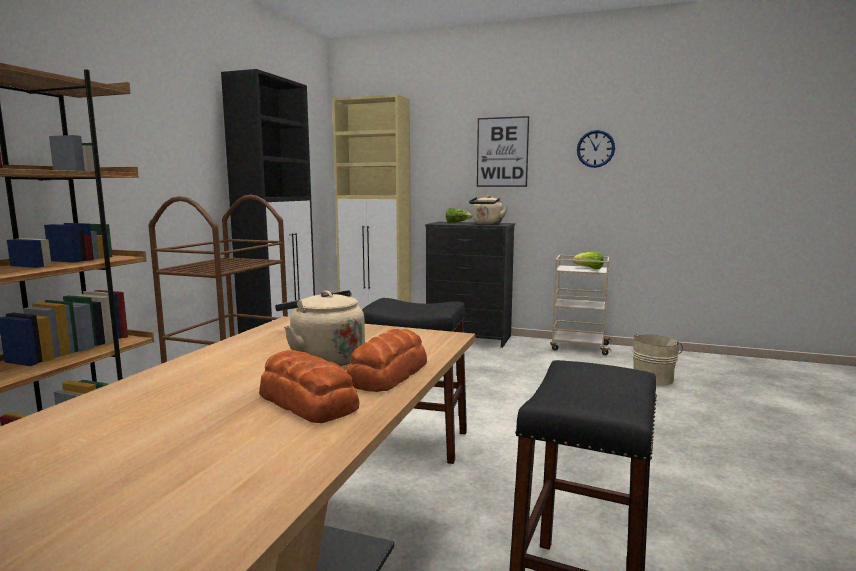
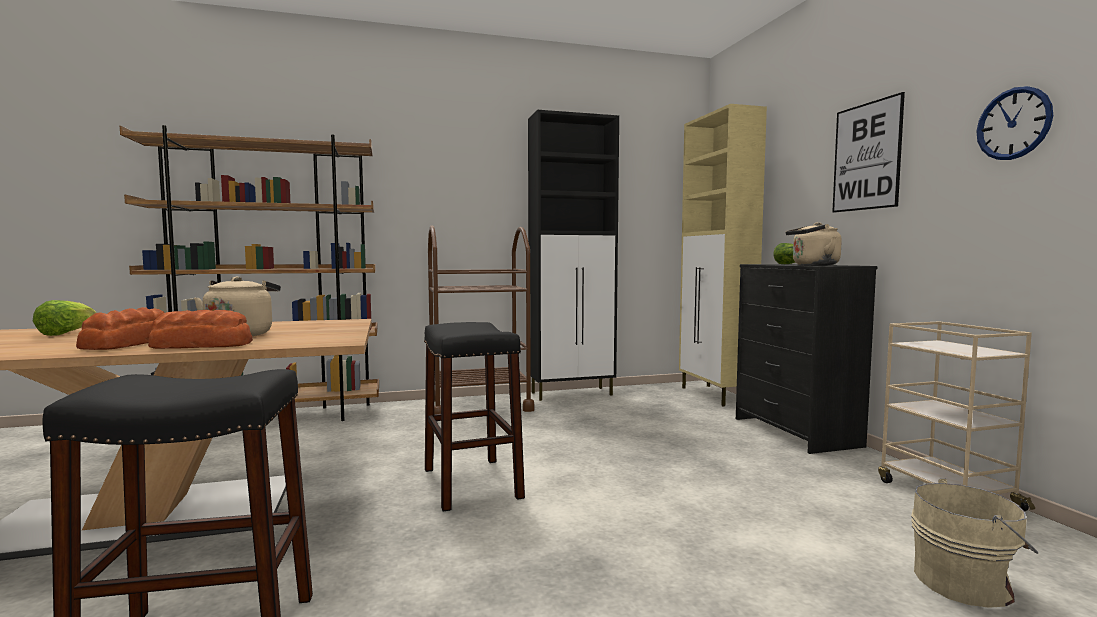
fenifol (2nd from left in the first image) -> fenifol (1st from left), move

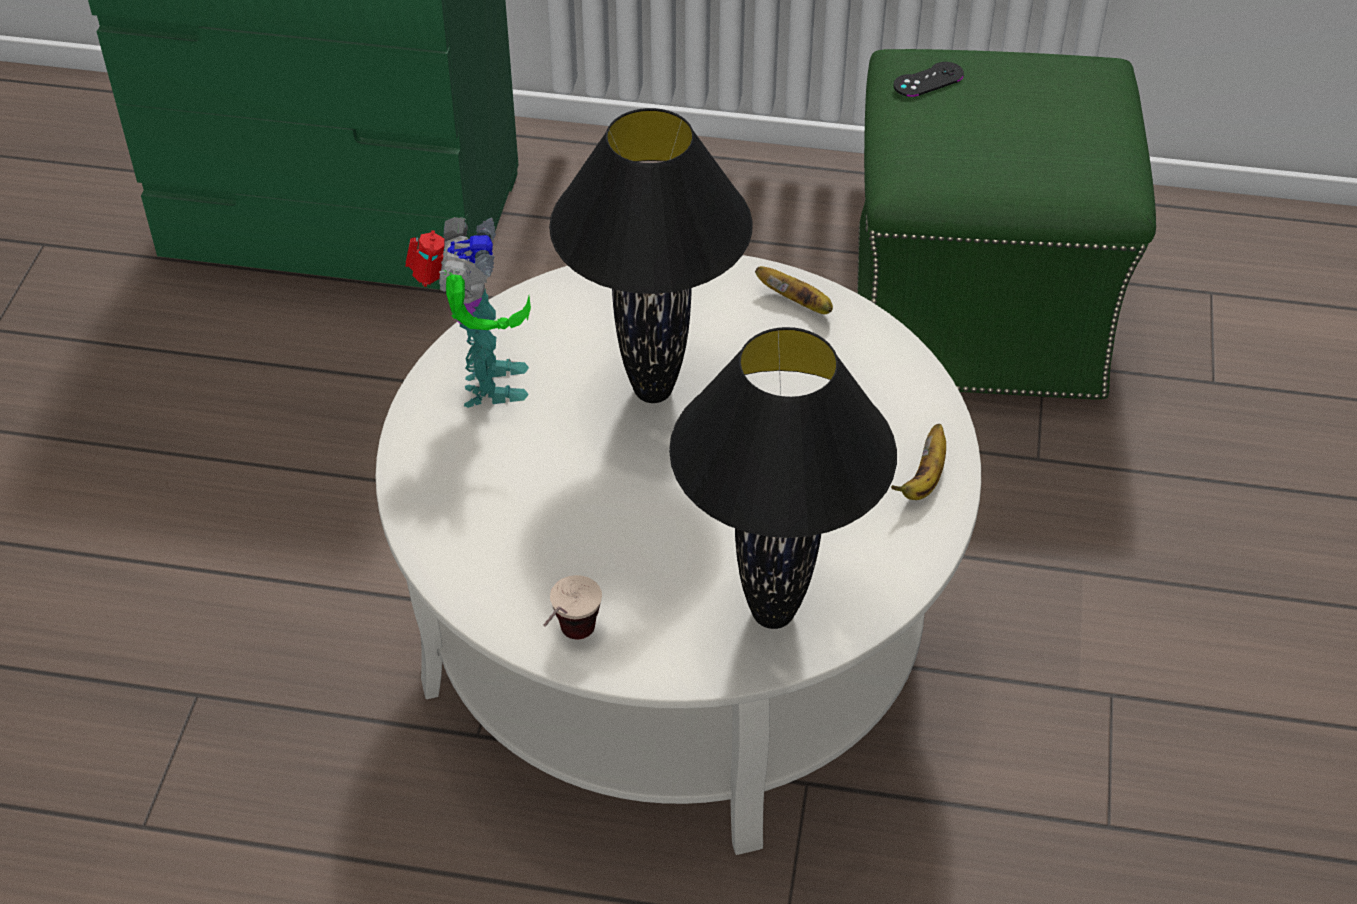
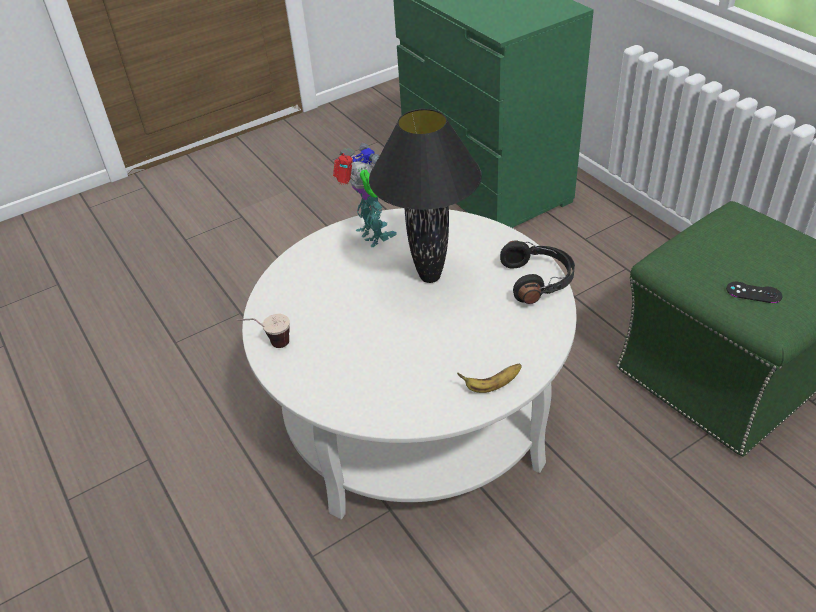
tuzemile, 75 degrees counterclockwise
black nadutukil (2nd from left) -> none
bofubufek (1st from left) -> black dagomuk
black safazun, move

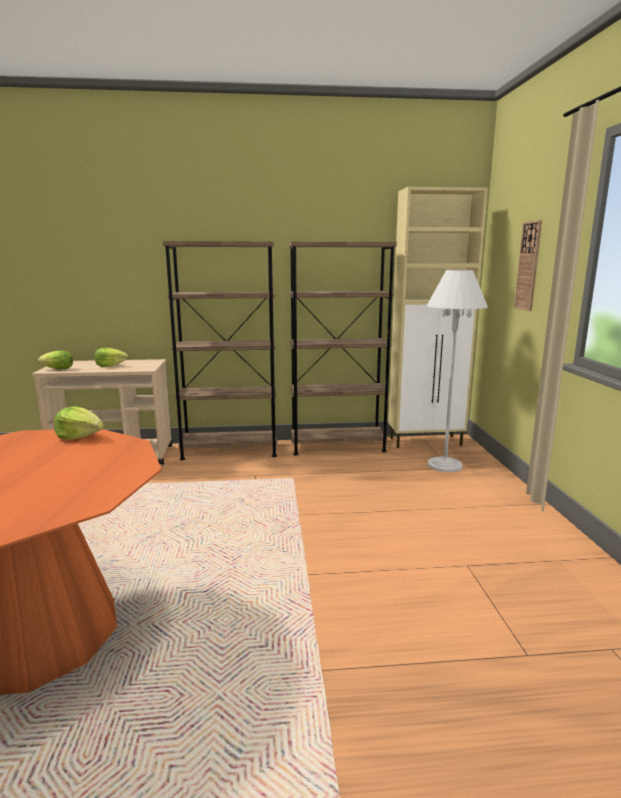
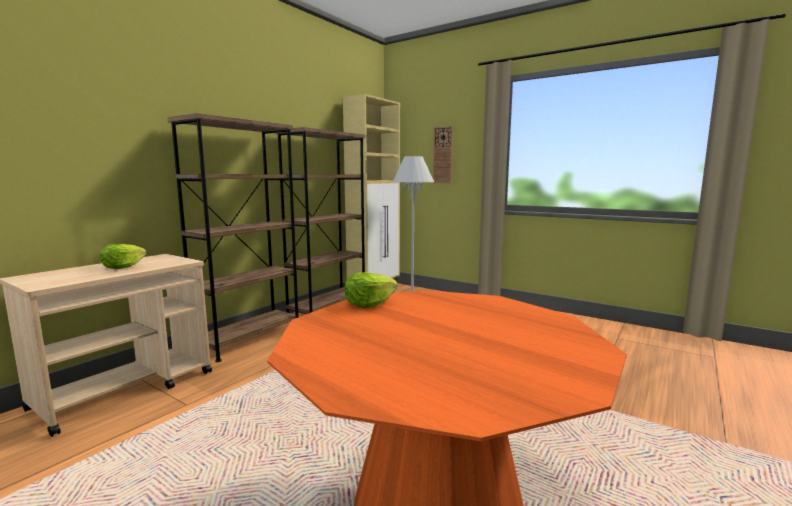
fenifol (1st from left) -> none

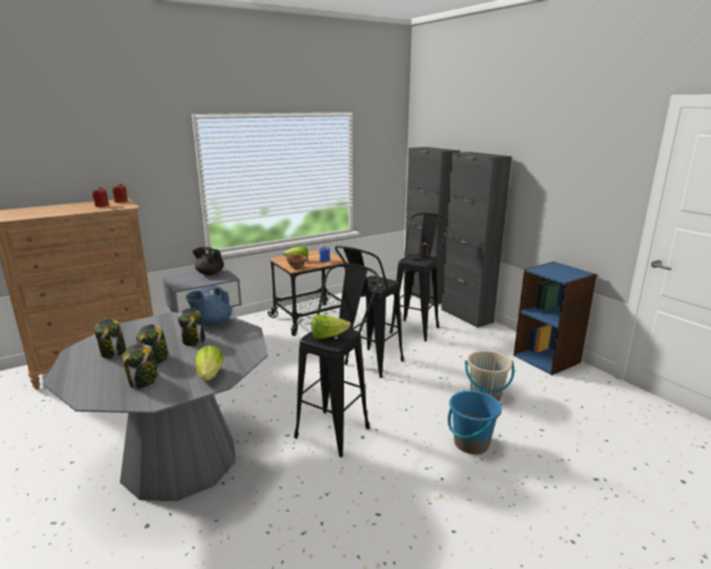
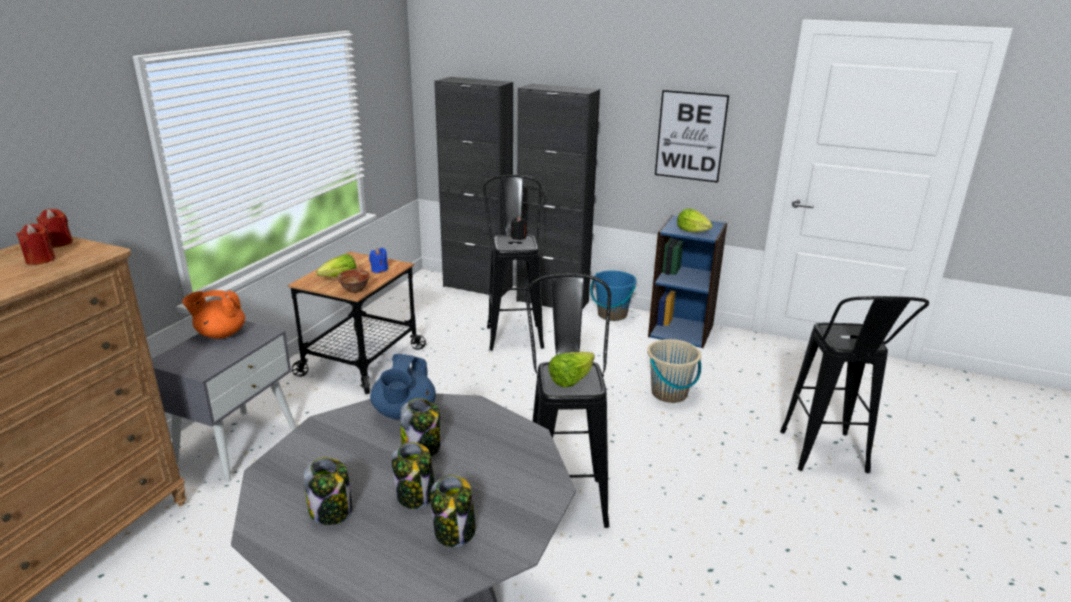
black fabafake -> orange fabafake
fenifol (1st from left in the first image) -> fenifol (3rd from left), move
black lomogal (2nd from left in the first image) -> black lomogal (3rd from left), move
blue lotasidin, move
none -> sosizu

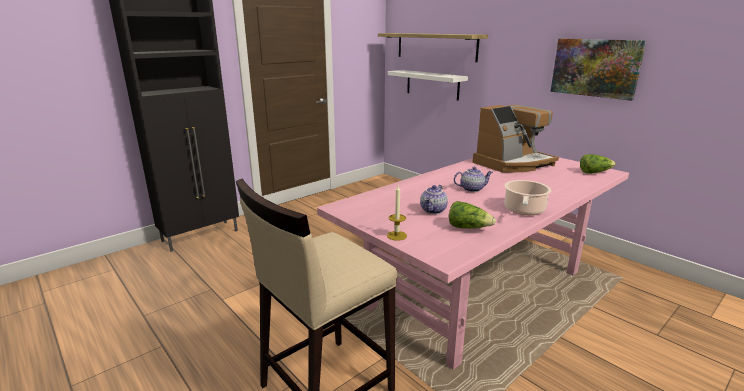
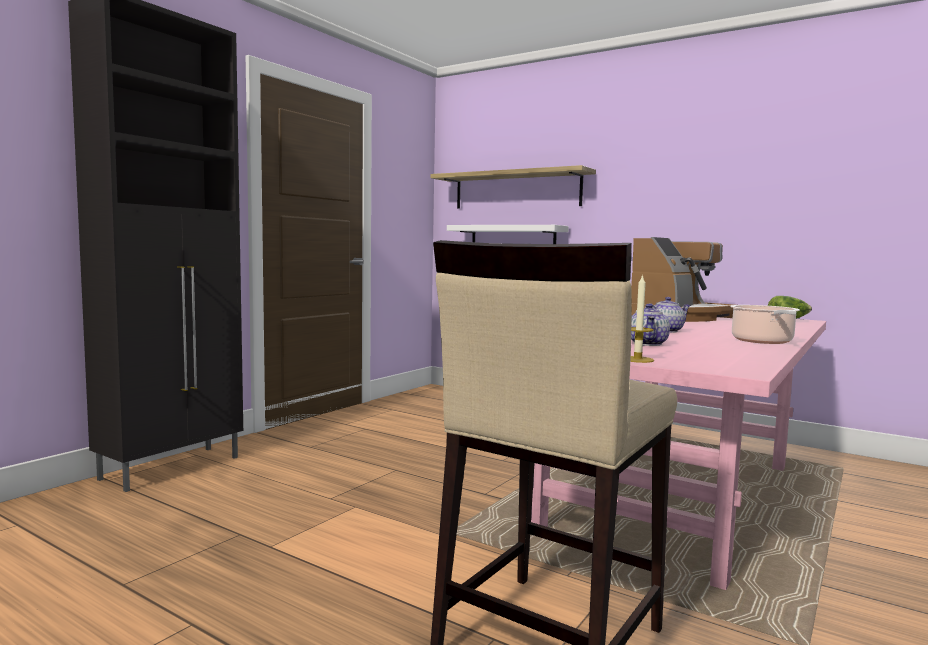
fenifol (1st from left) -> none
sosizu -> none

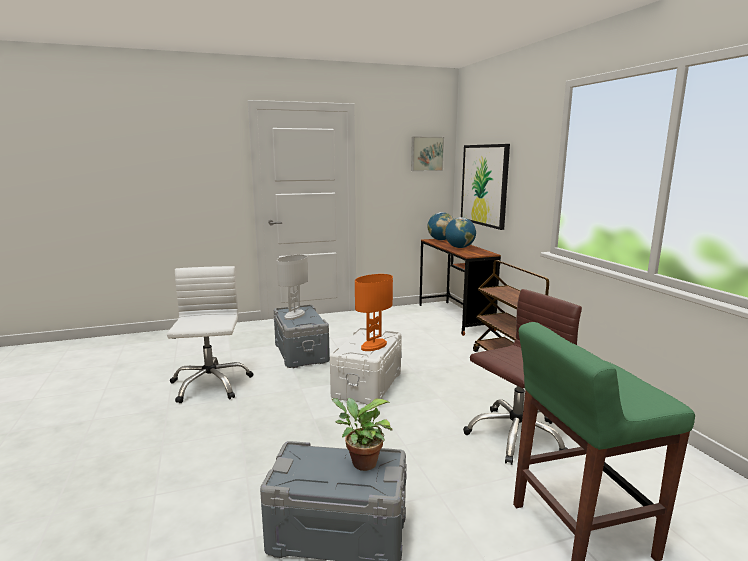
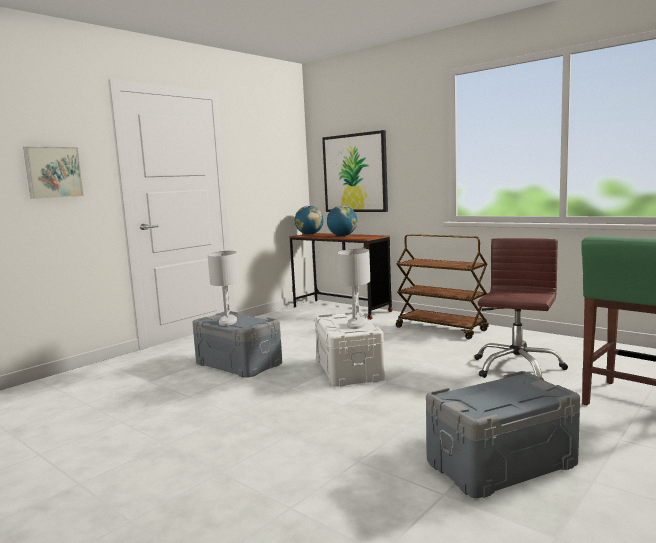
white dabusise -> none
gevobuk -> none
orange nadutukil -> white nadutukil (2nd from left)
sosizu (1st from left), move

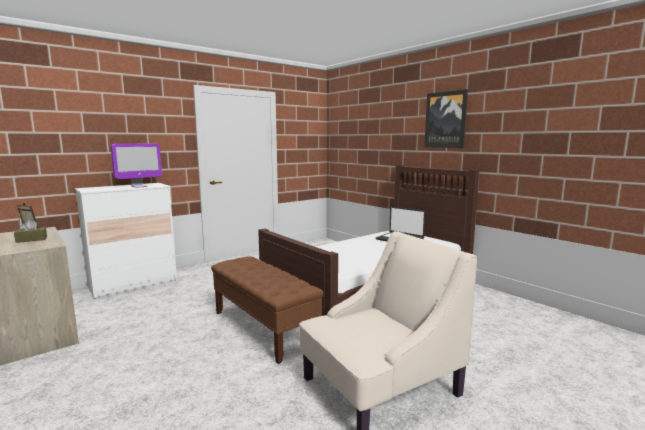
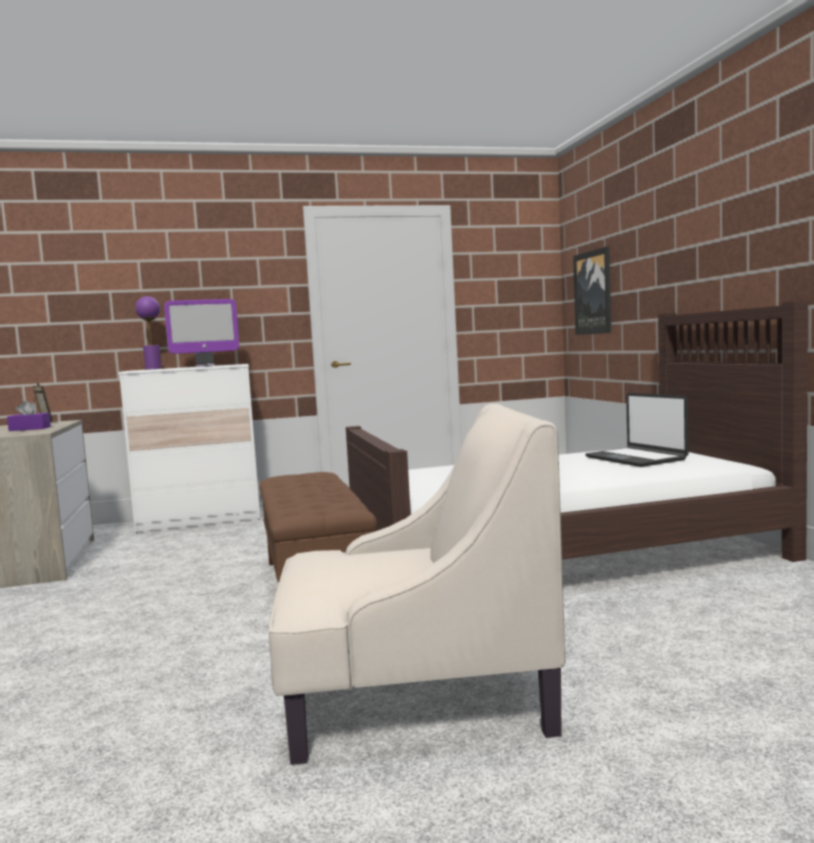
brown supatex -> purple supatex
sosizu, move
none -> purple nadutukil

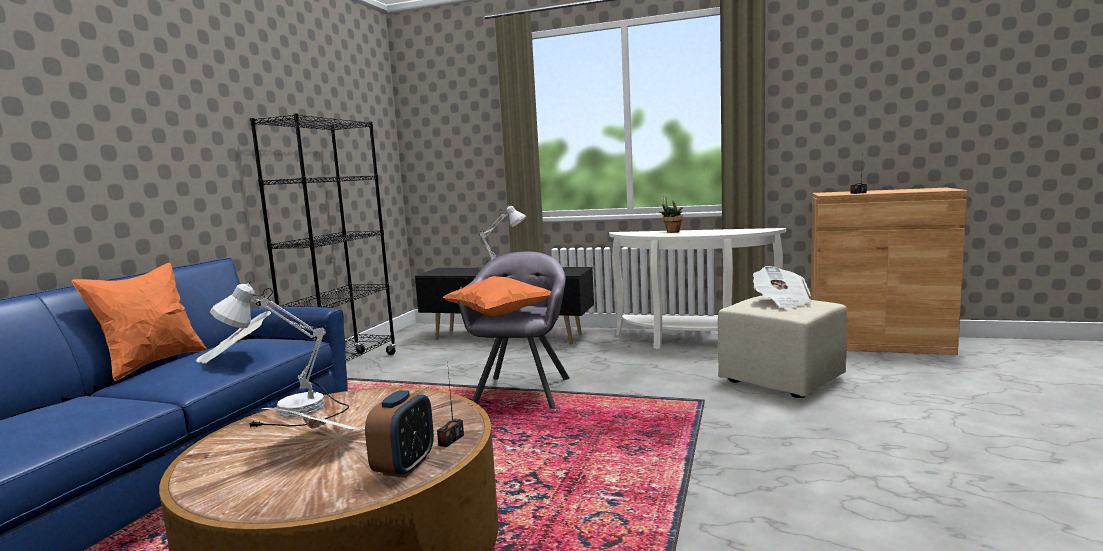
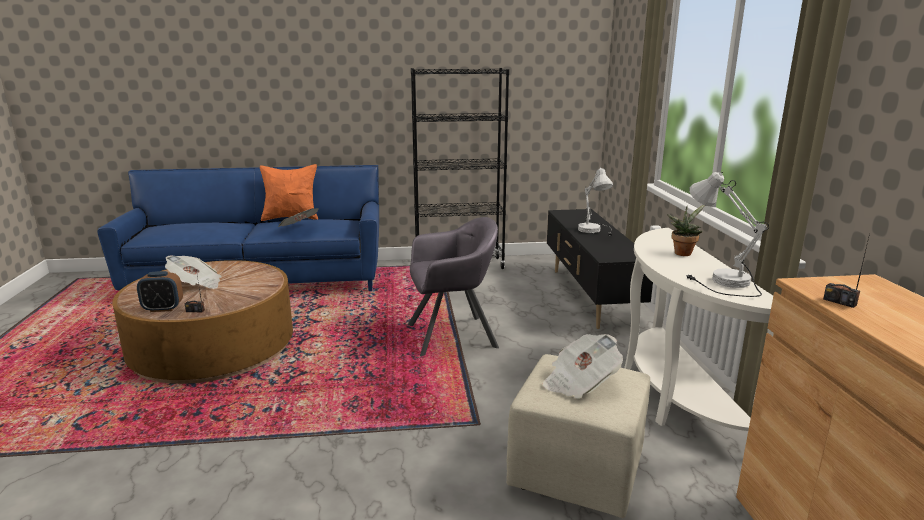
white nadutukil (1st from left in the first image) -> white nadutukil (2nd from left), move
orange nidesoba (2nd from left) -> none

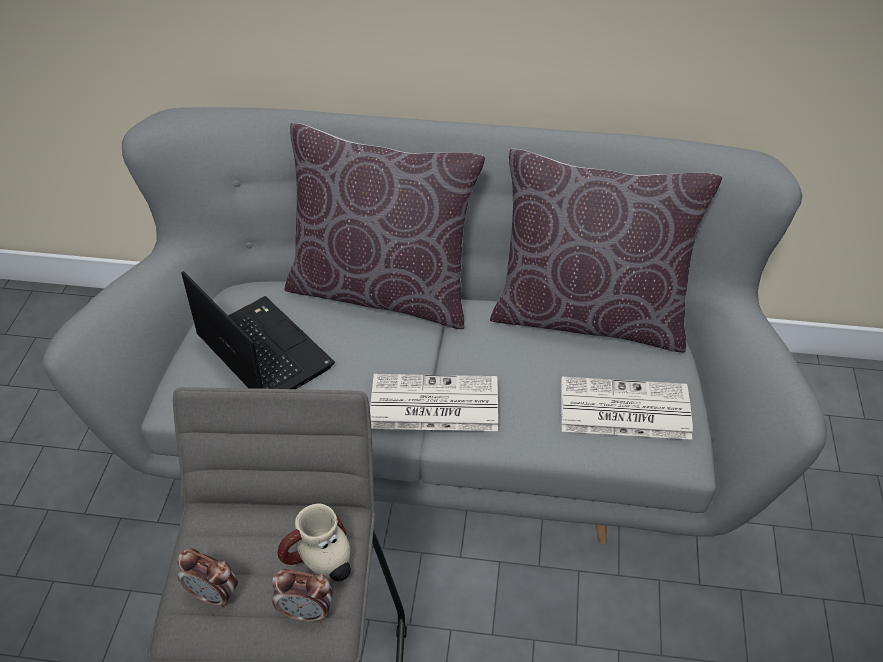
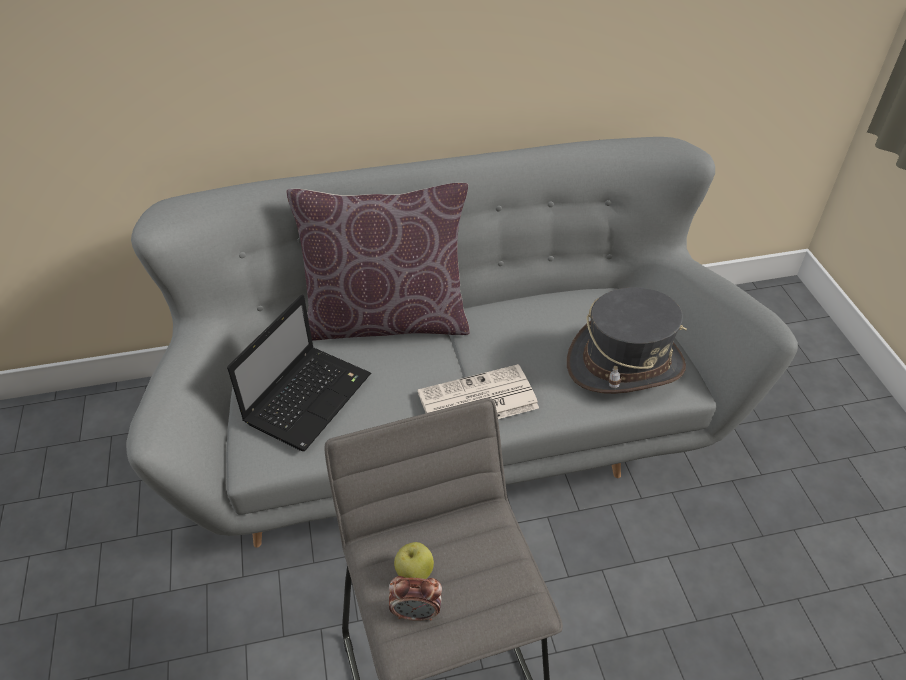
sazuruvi, 90 degrees clockwise
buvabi (2nd from left) -> none
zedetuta -> none
brown nidesoba (2nd from left) -> none
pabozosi (2nd from left) -> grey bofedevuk
none -> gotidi

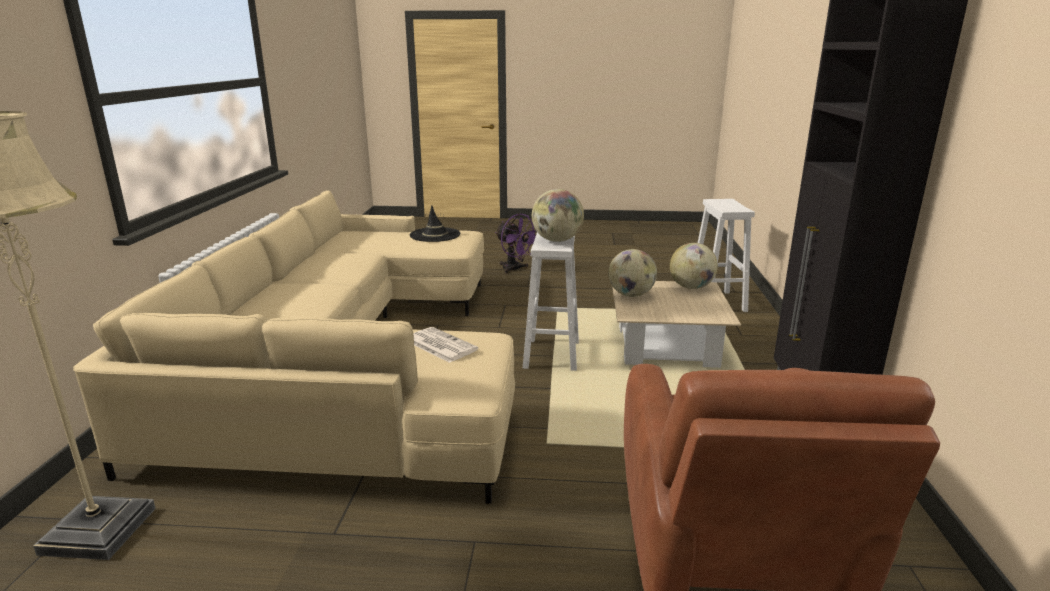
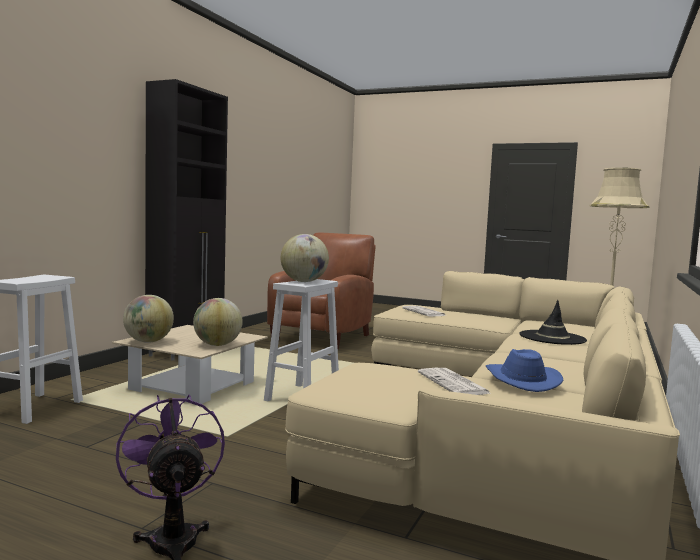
black bofedevuk, move
none -> pabozosi (2nd from left)
none -> blue bofedevuk

